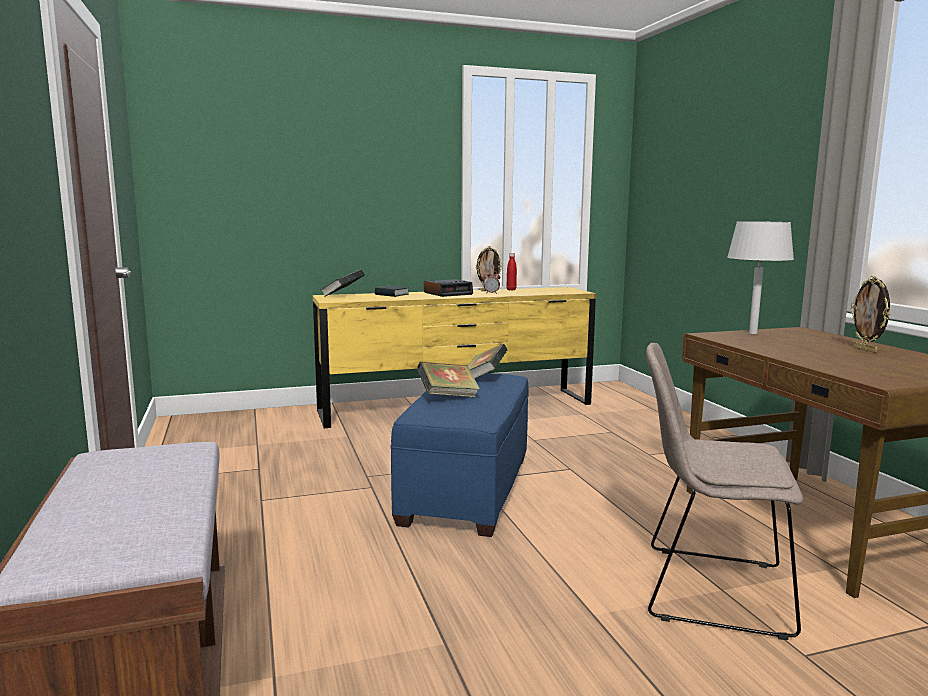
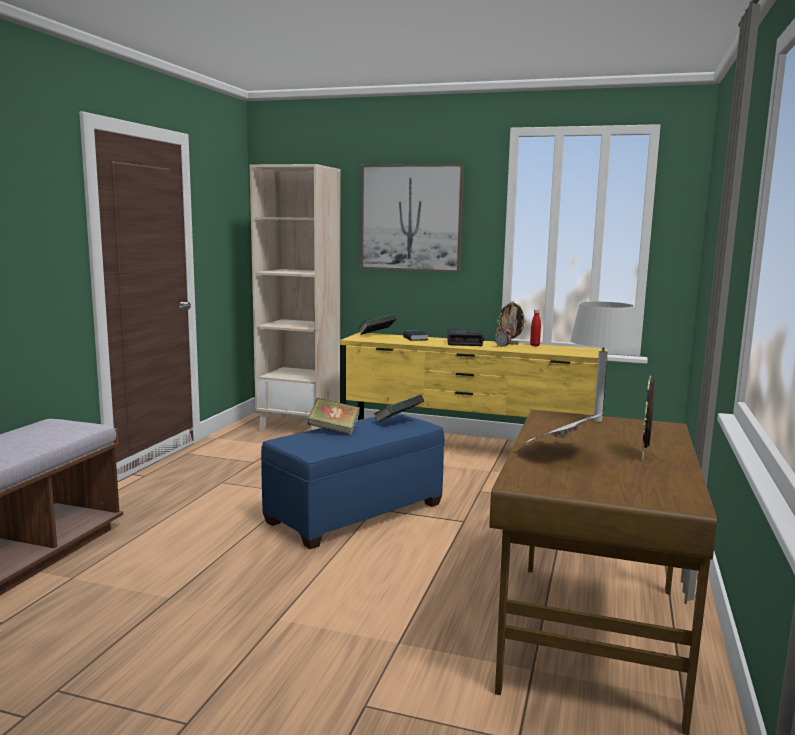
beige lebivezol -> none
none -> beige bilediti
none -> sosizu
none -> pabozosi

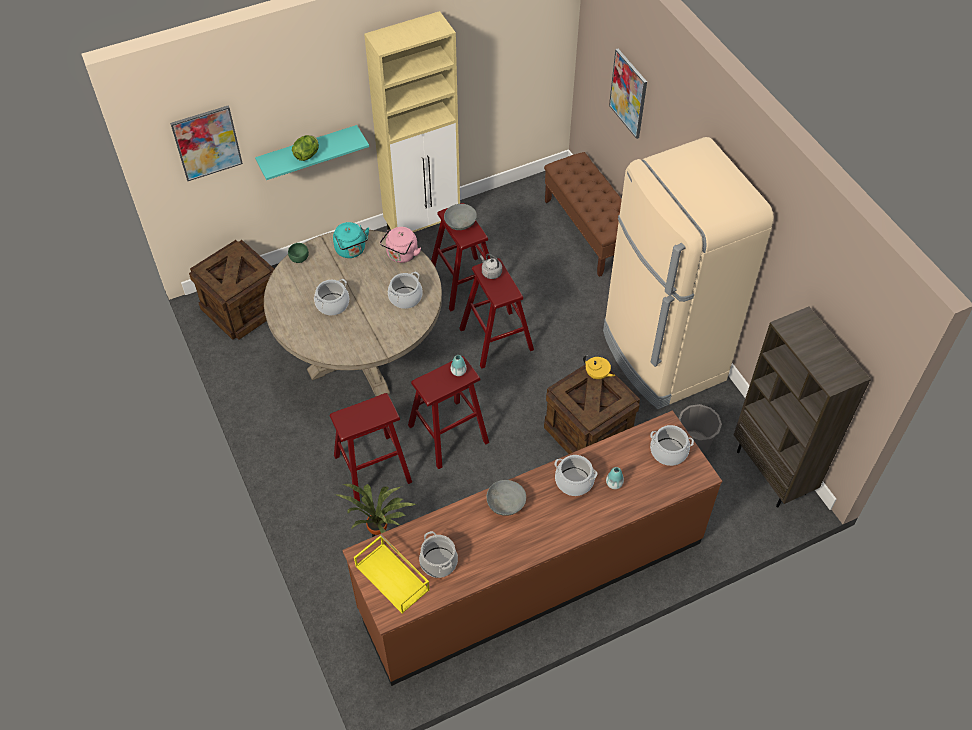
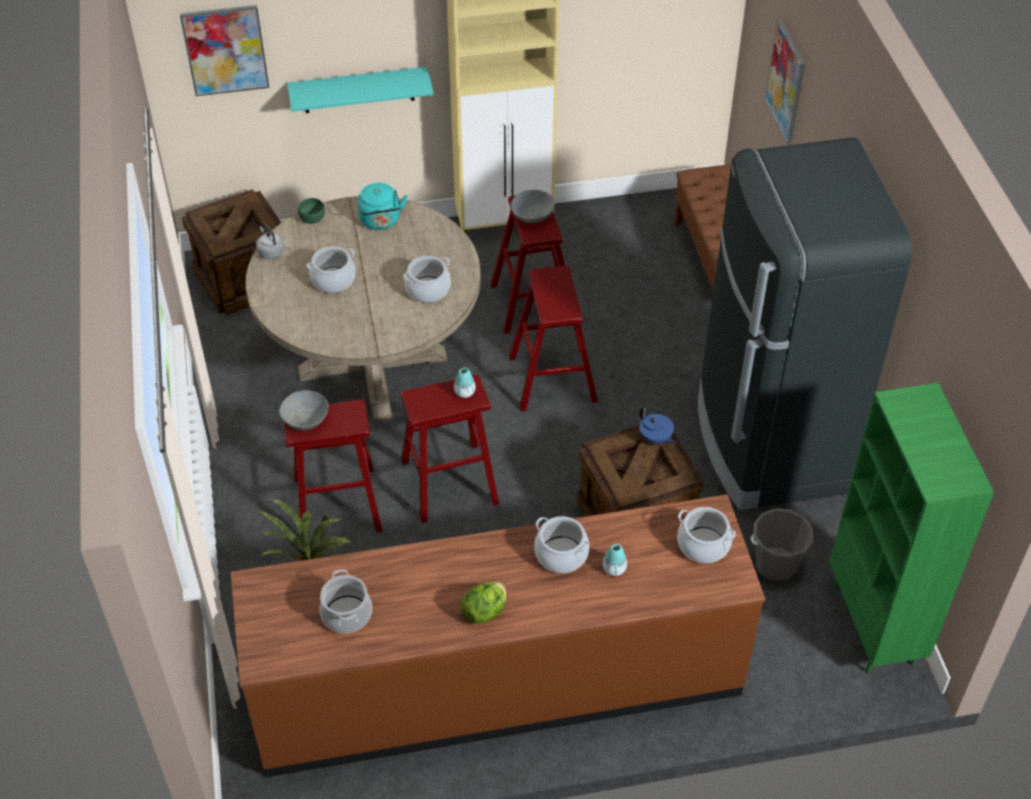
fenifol, move
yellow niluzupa -> none
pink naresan -> none
grey naresan, move
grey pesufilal (2nd from left in the first image) -> grey pesufilal (1st from left), move
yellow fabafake -> blue fabafake
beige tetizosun -> black tetizosun
brown bilediti -> green bilediti

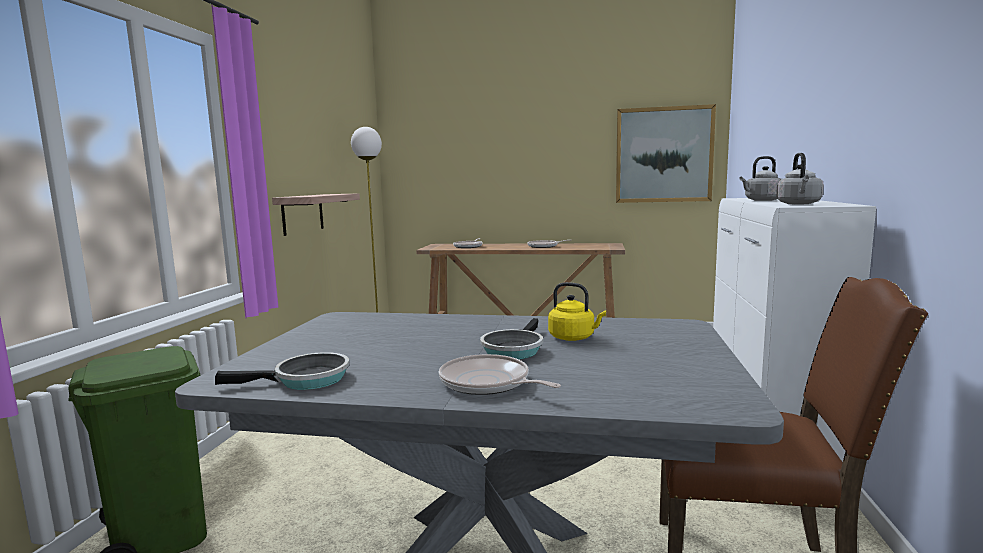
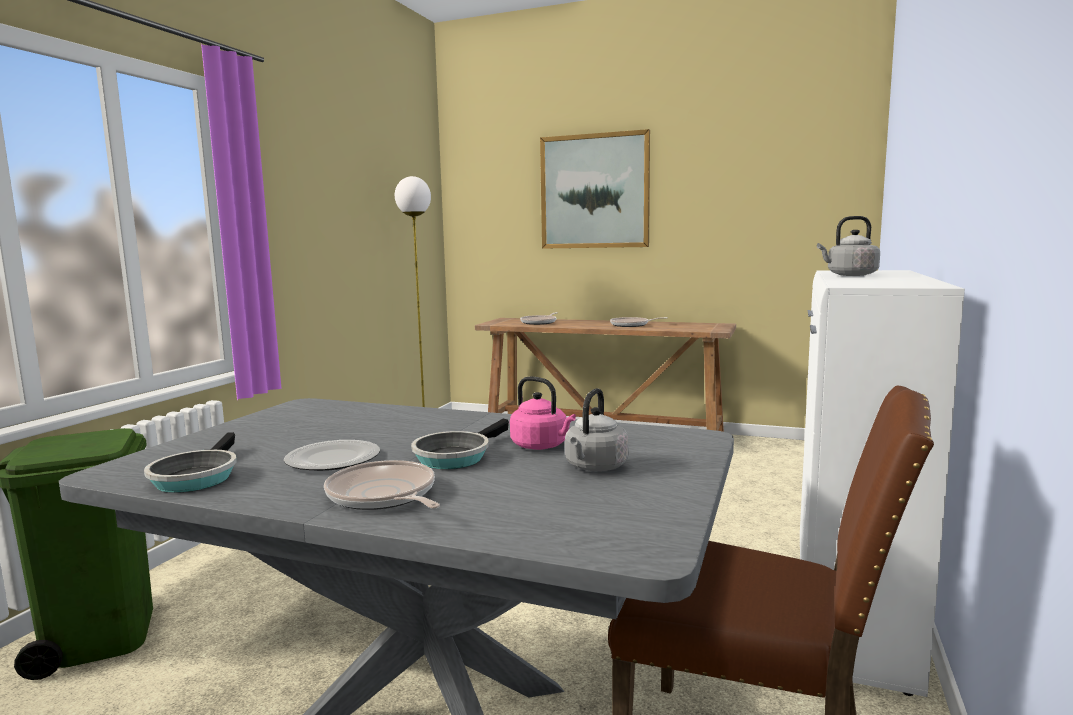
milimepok (1st from left), 90 degrees clockwise
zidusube -> none
yellow naresan -> pink naresan
sosizu, move
grey naresan (2nd from left in the first image) -> grey naresan (1st from left), move
none -> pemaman

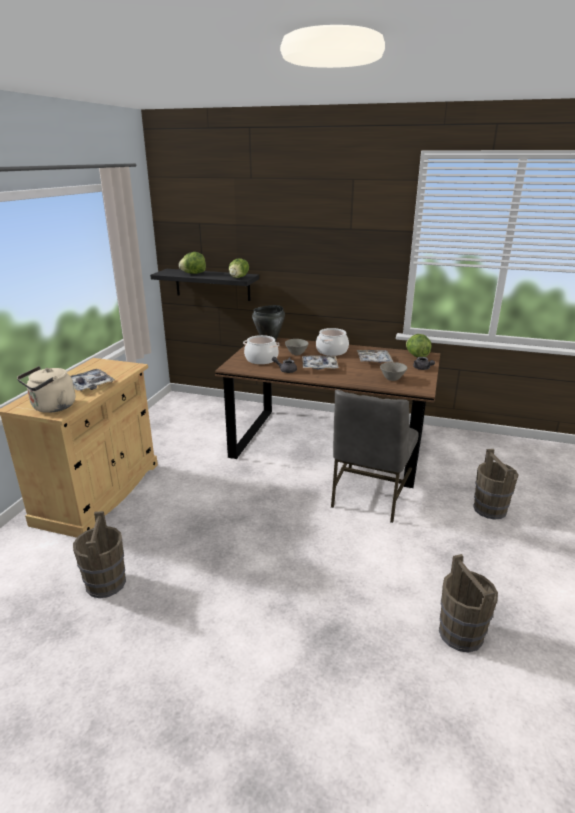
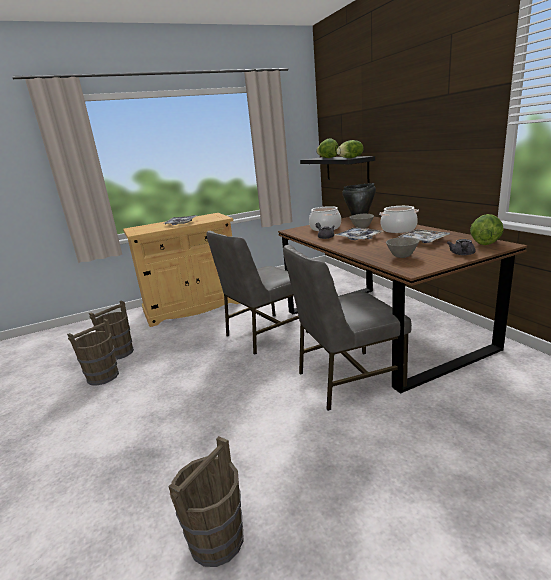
beige naresan -> none
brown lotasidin (3rd from left in the first image) -> brown lotasidin (1st from left), move
none -> grey lebivezol (1st from left)

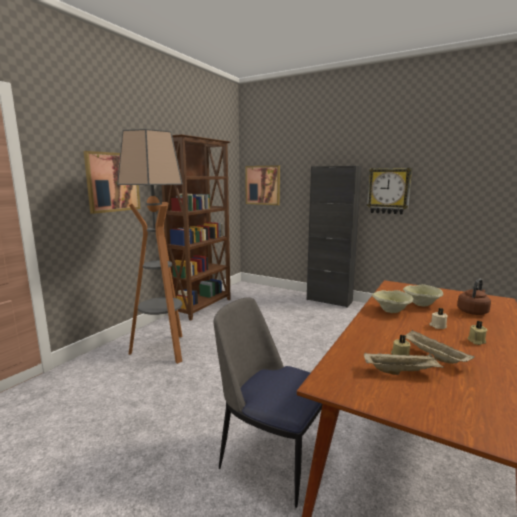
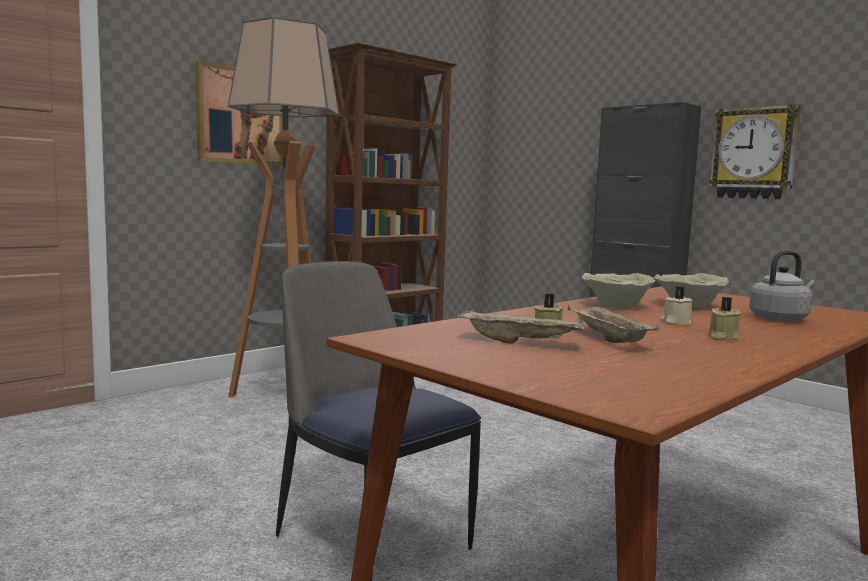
sosizu (2nd from left) -> none
brown naresan -> grey naresan

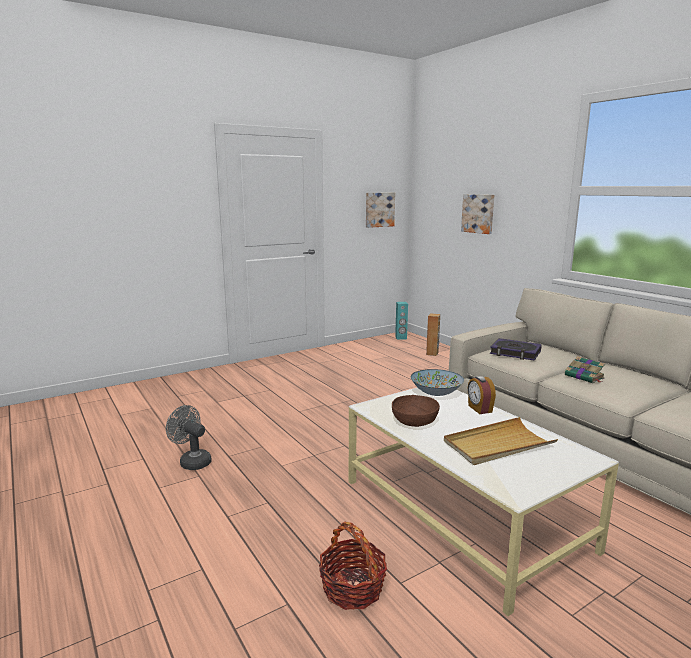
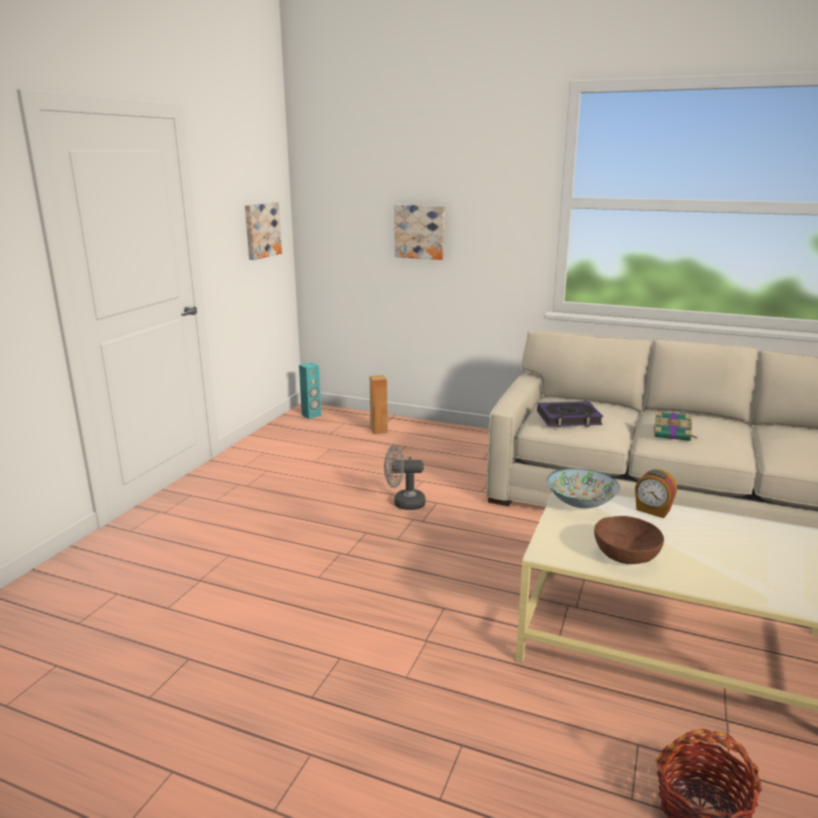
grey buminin, move
beige niluzupa -> none

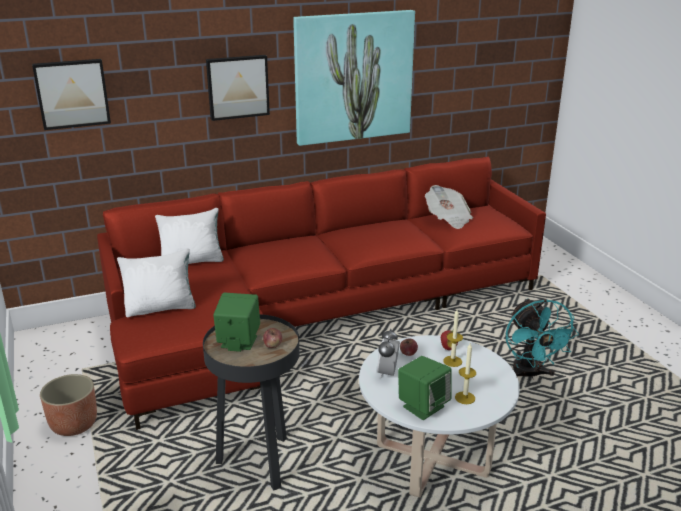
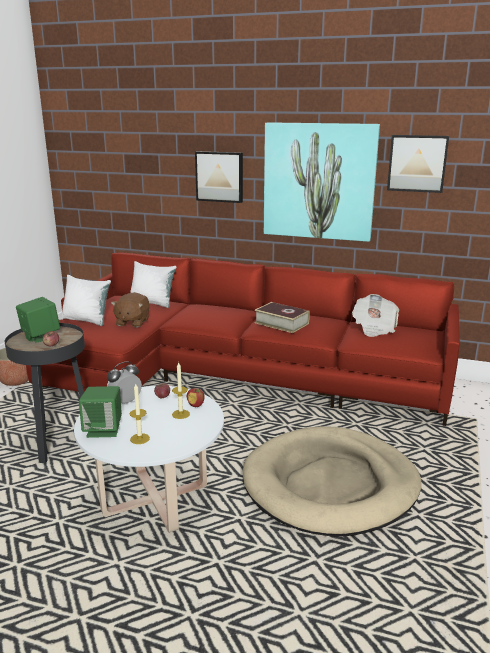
sosizu (1st from left in the first image) -> sosizu (3rd from left), move
turquoise buminin -> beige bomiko
none -> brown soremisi
none -> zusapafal

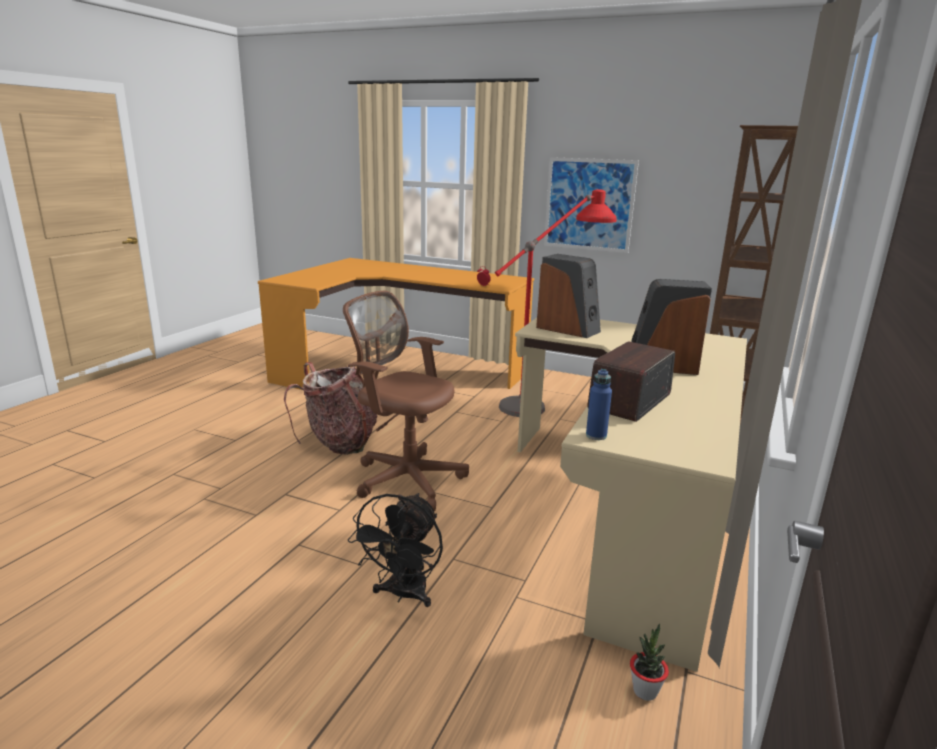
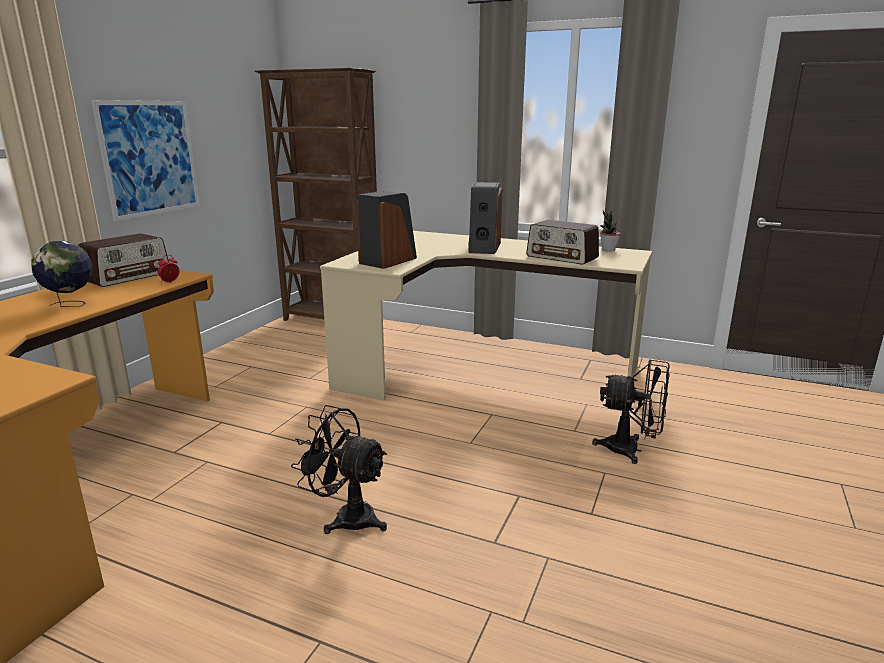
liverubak -> black buminin (1st from left)
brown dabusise -> none
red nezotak -> none
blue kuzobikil -> none
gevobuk, move
none -> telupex
none -> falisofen (1st from left)

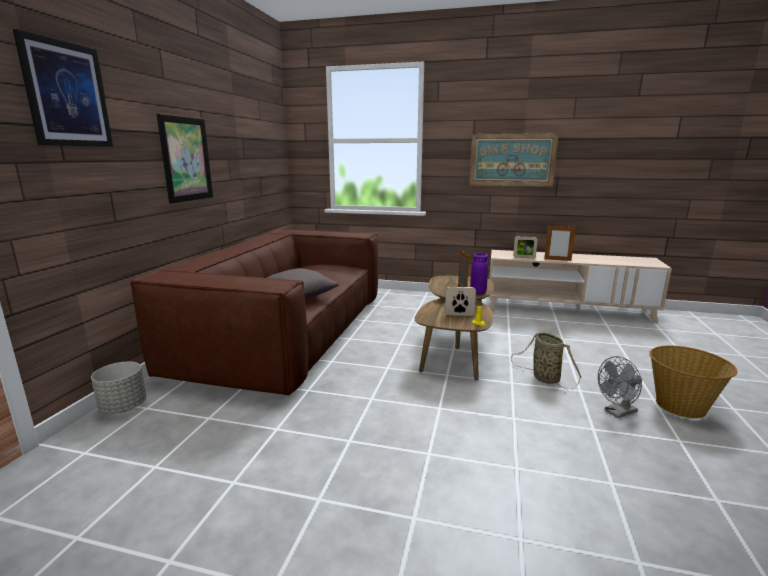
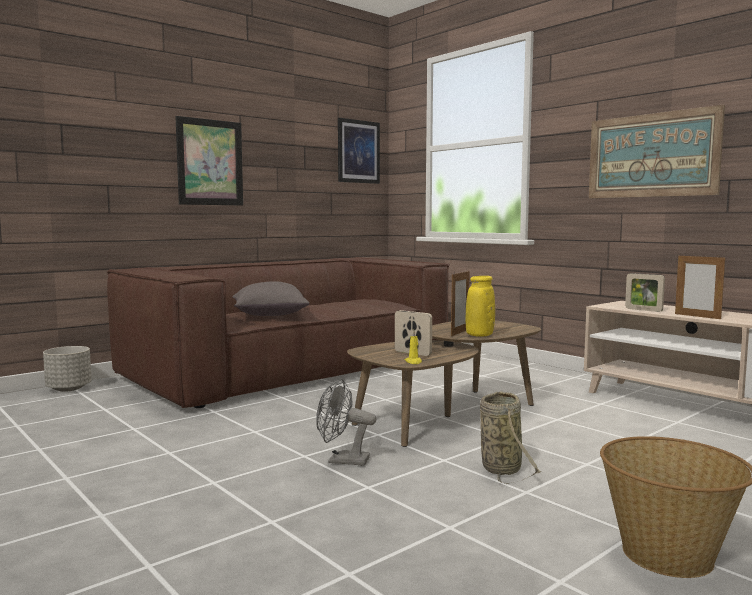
sosizu (1st from left in the first image) -> sosizu (2nd from left), move
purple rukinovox -> yellow rukinovox
grey buminin, move

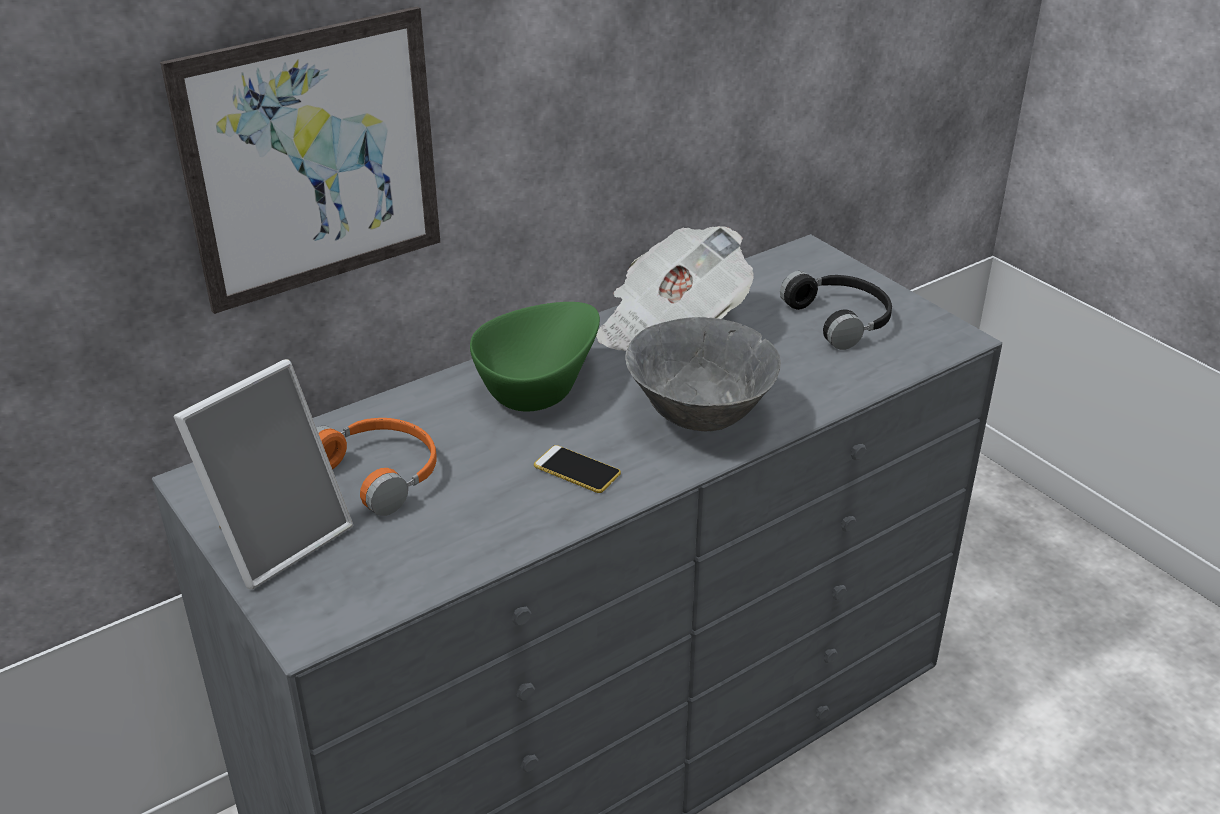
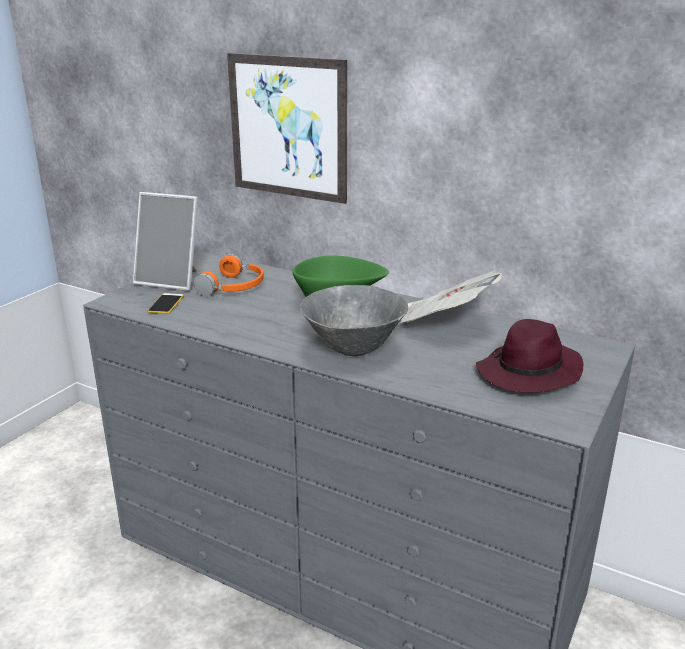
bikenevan, move
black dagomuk -> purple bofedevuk

